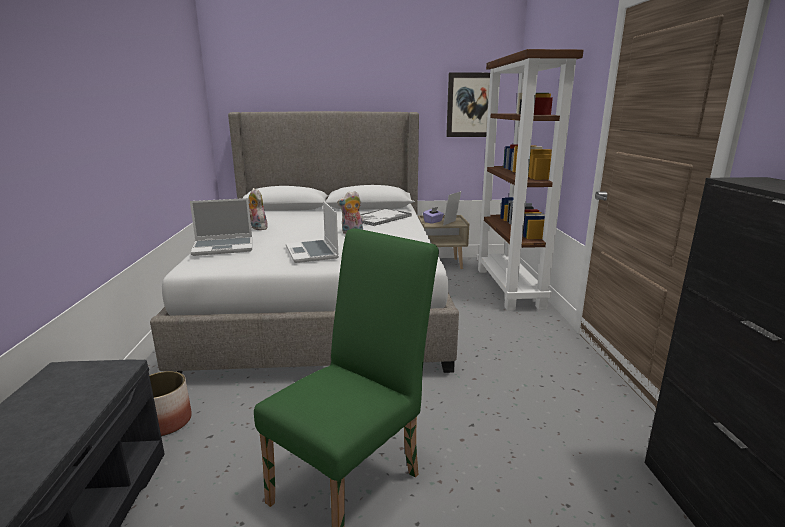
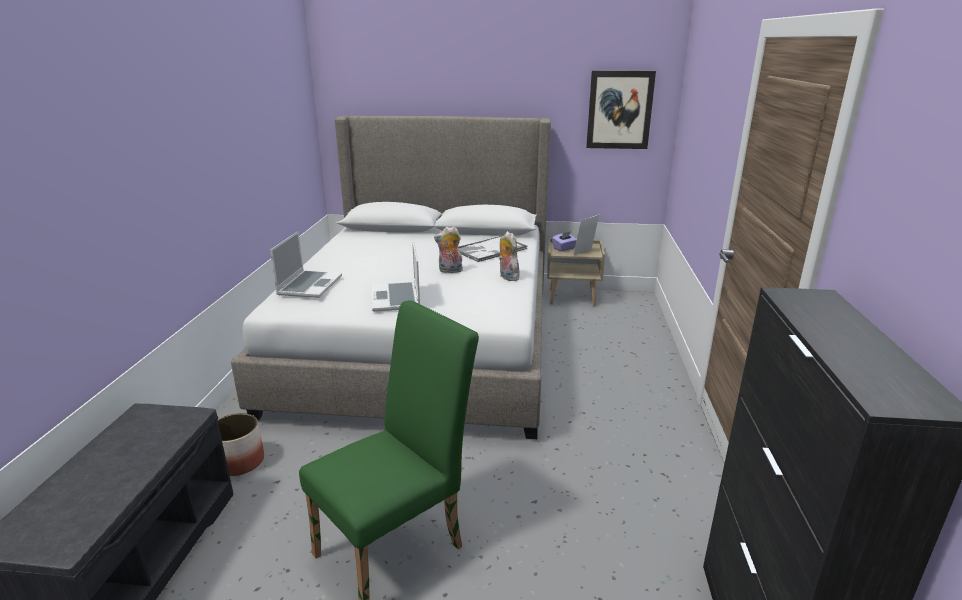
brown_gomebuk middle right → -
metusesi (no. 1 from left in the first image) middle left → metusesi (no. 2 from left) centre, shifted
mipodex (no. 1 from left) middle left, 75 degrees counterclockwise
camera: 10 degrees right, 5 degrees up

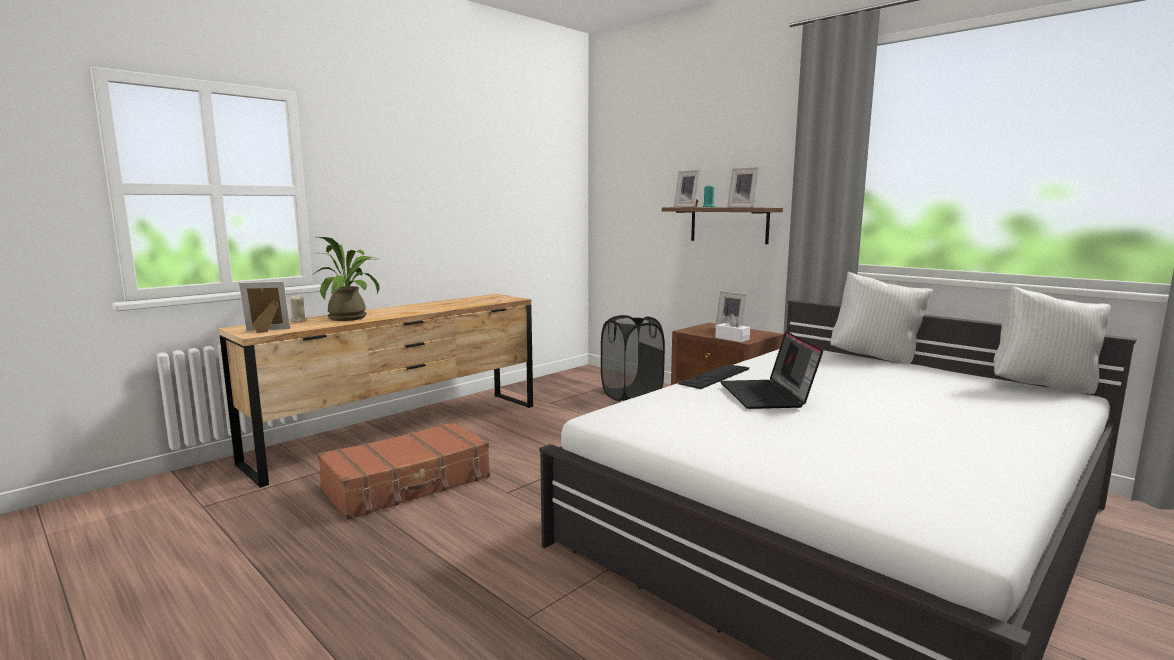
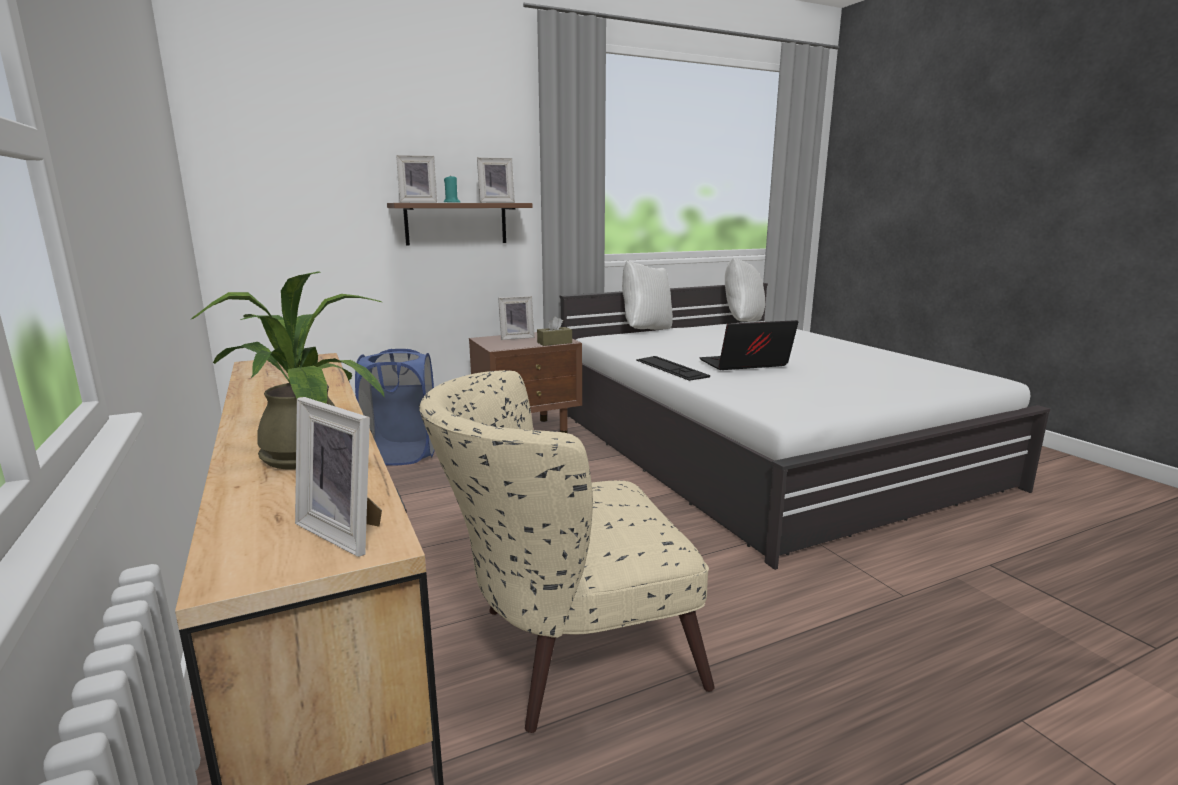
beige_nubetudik middle left → -
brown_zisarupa bottom centre → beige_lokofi bottom centre
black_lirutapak centre → blue_lirutapak centre
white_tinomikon centre → brown_tinomikon centre
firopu (no. 1 from left) middle left, 60 degrees counterclockwise
mipodex centre, 150 degrees clockwise
camera: 70 degrees left, 5 degrees up

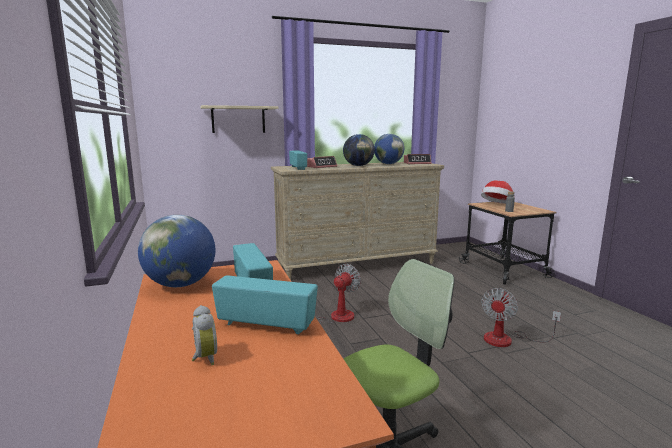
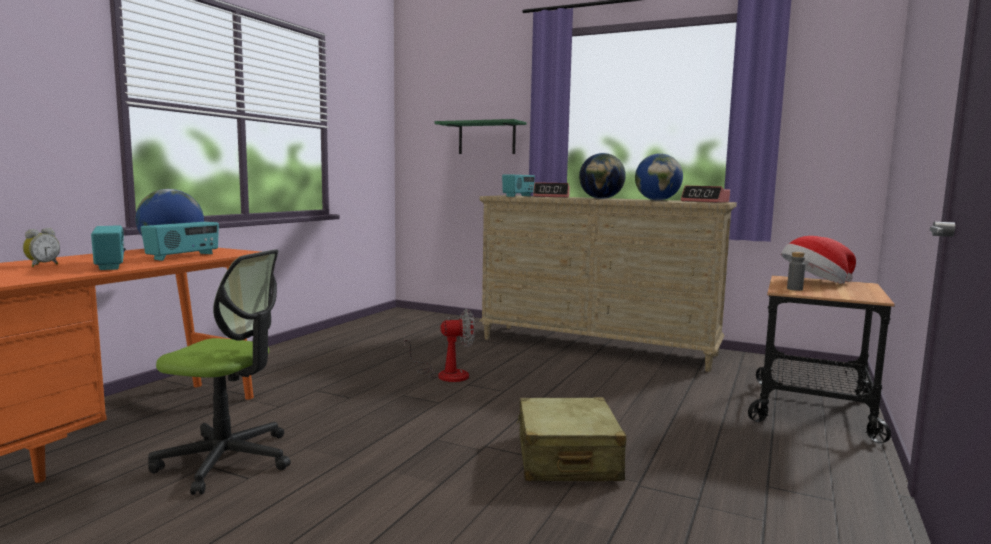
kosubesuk (no. 2 from left) bottom right → beige_zisarupa bottom centre
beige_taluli top centre → green_taluli top centre
camera: 45 degrees right, 5 degrees down

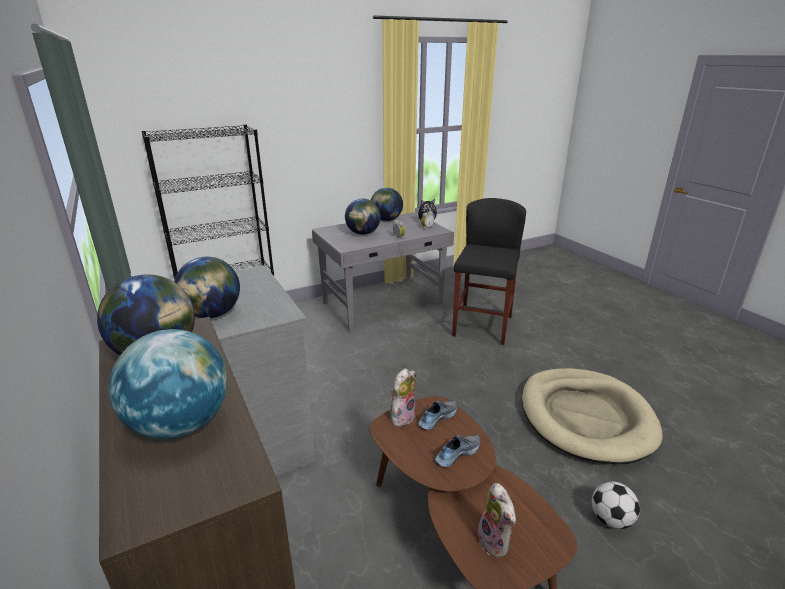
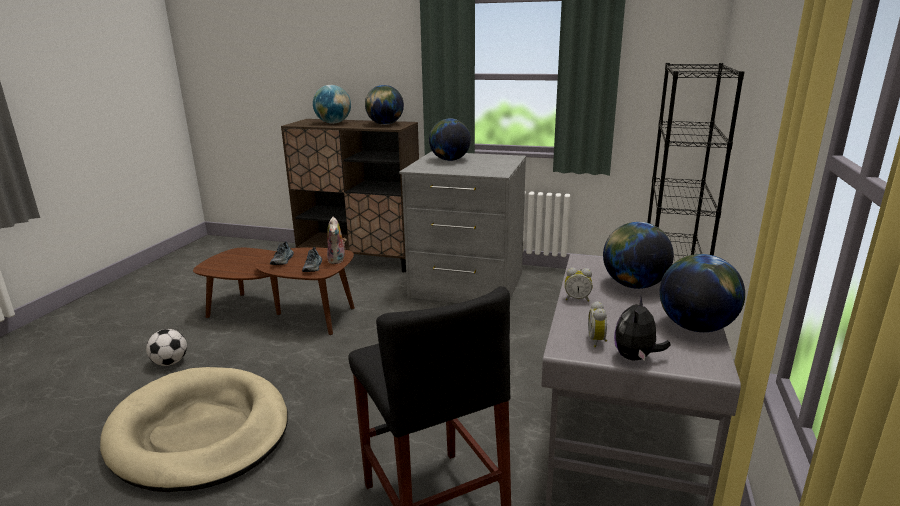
metusesi (no. 3 from left) bottom centre → -
camera: 135 degrees right, 5 degrees down

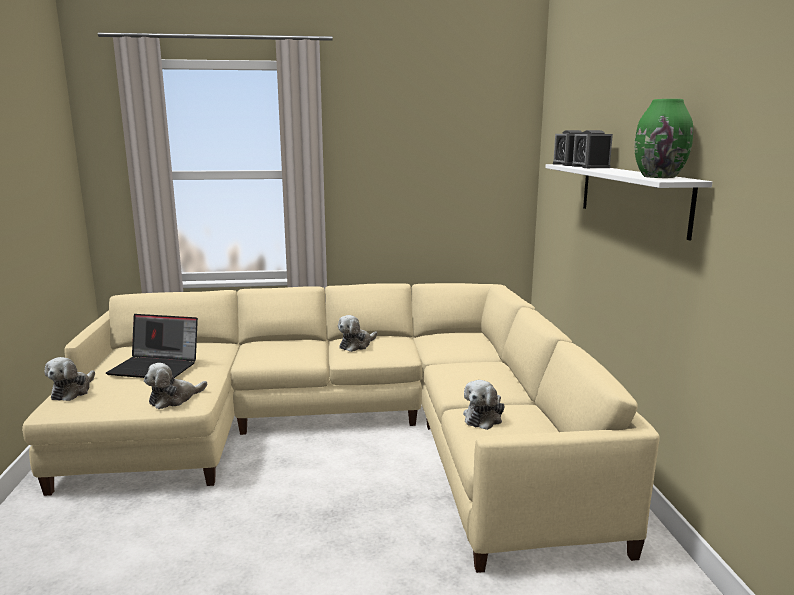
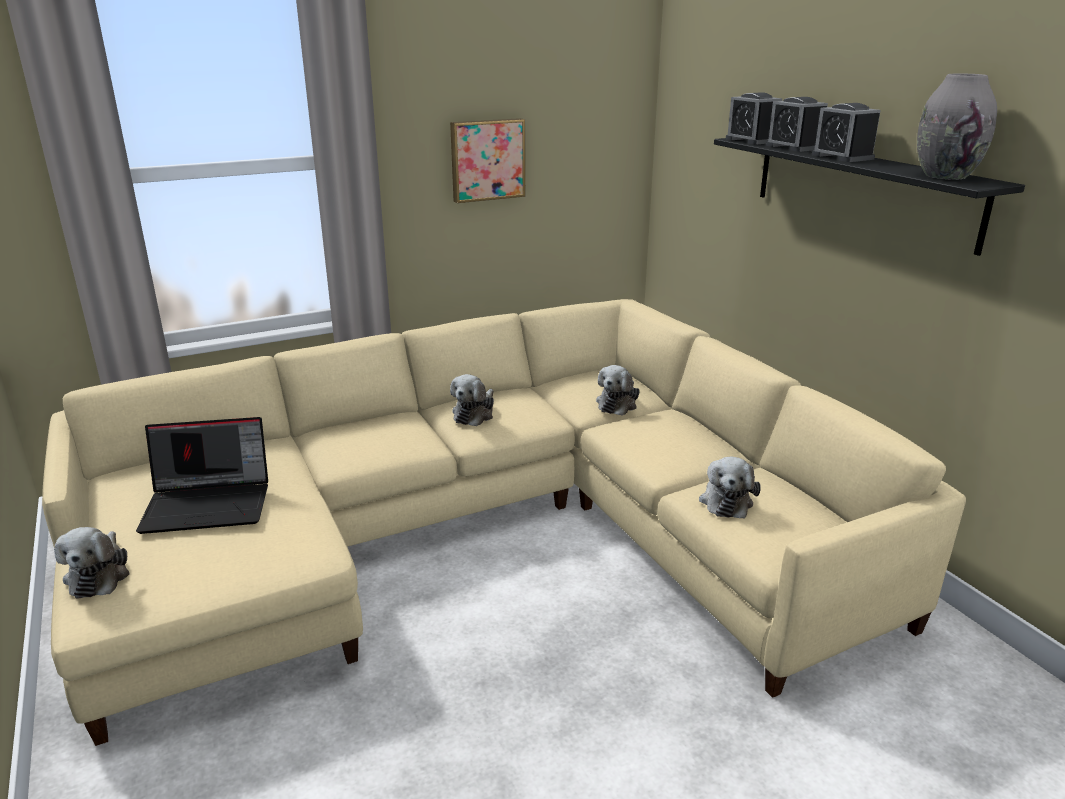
- → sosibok top centre
- → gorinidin (no. 3 from left) top right
metusesi (no. 2 from left in the first image) middle left → metusesi (no. 3 from left) centre, shifted
white_taluli middle right → black_taluli top right
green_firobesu top right → grey_firobesu top right
camera: 20 degrees left, 10 degrees up

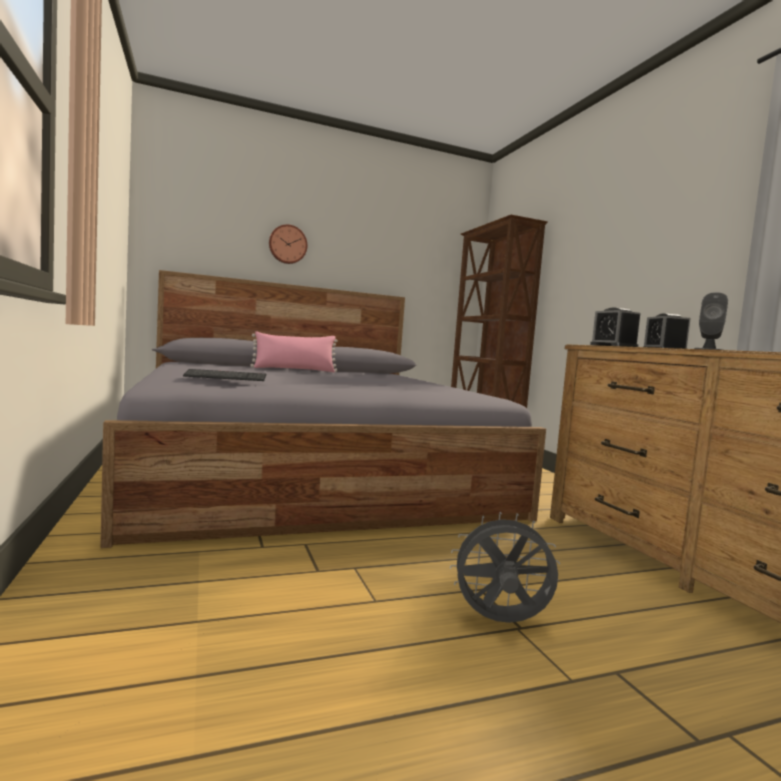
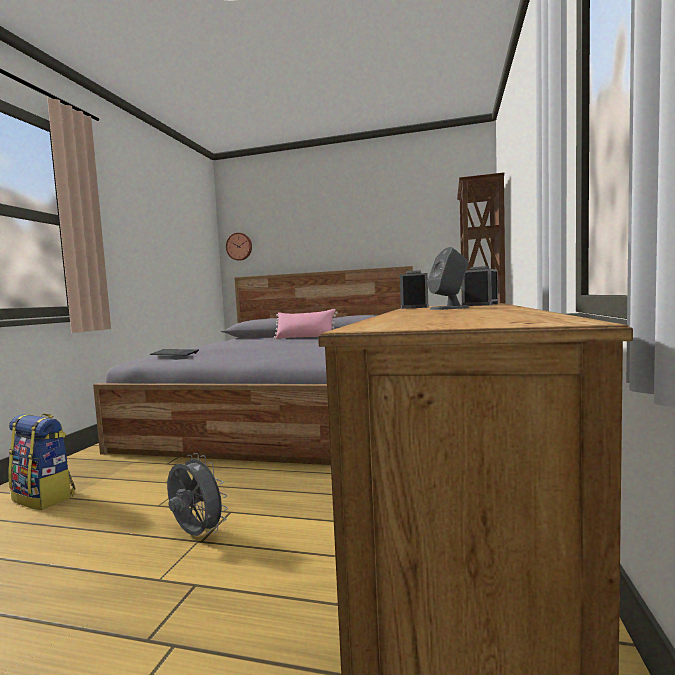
- → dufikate bottom left
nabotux top centre → nabotux centre, shifted
camera: 35 degrees right, 0 degrees up

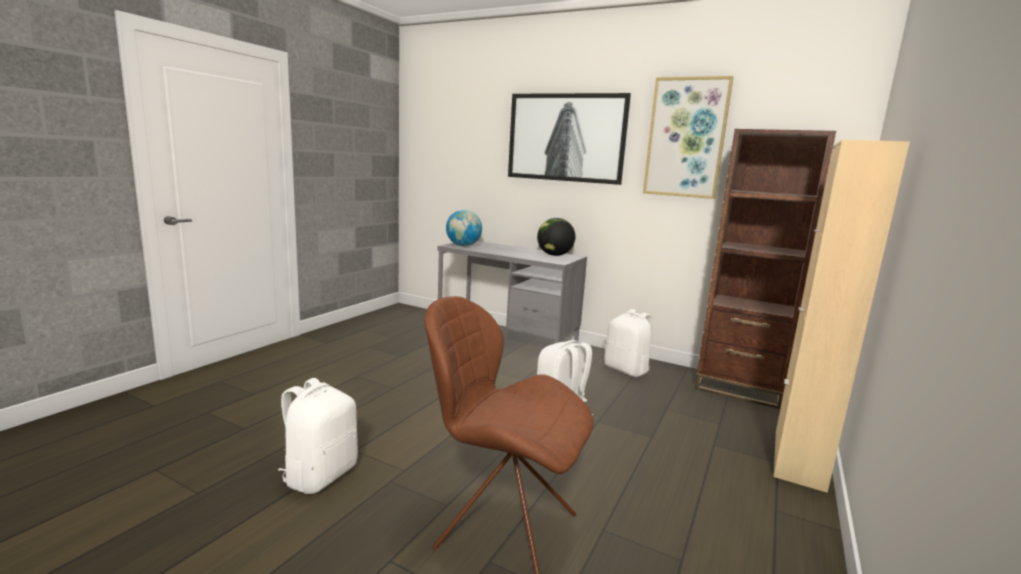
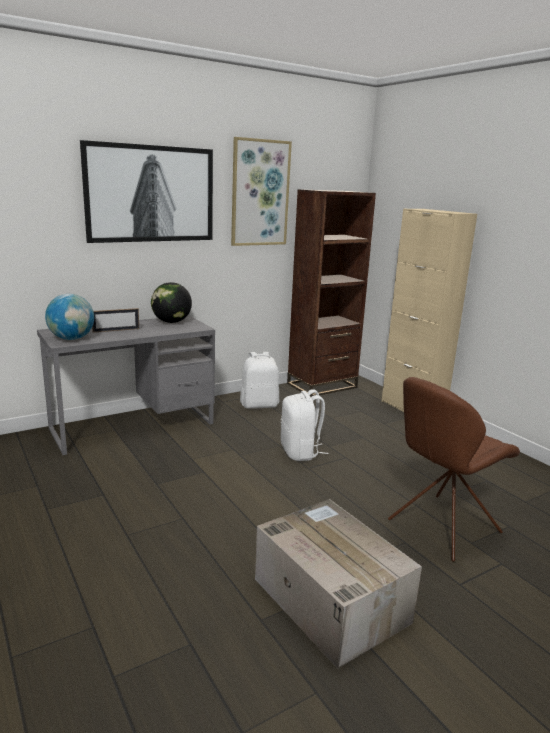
- → firopu middle left
white_dufikate (no. 1 from left) bottom left → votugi bottom centre
camera: 60 degrees left, 5 degrees up

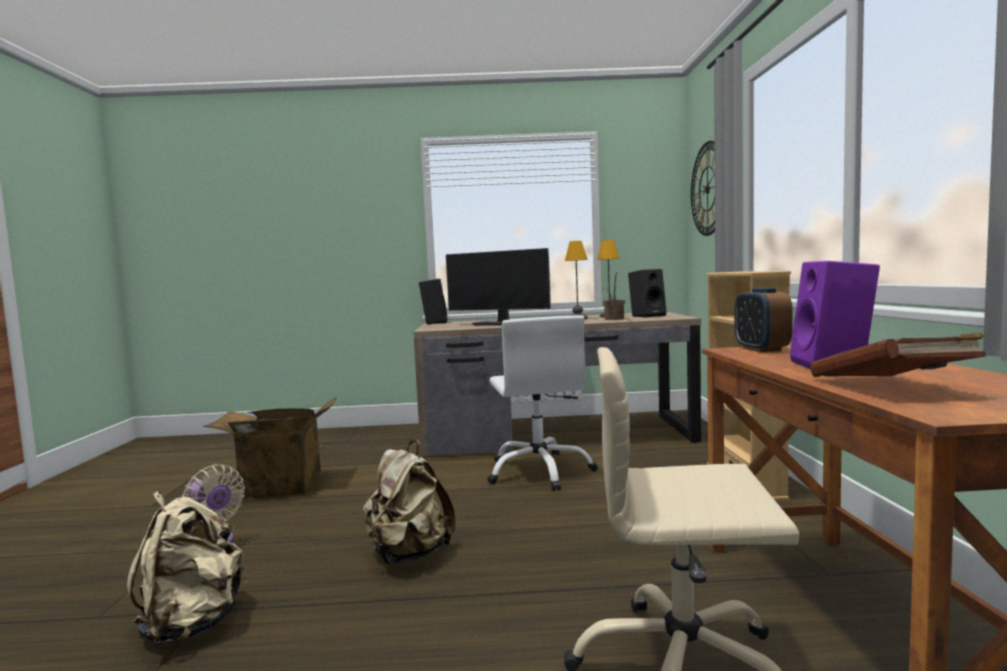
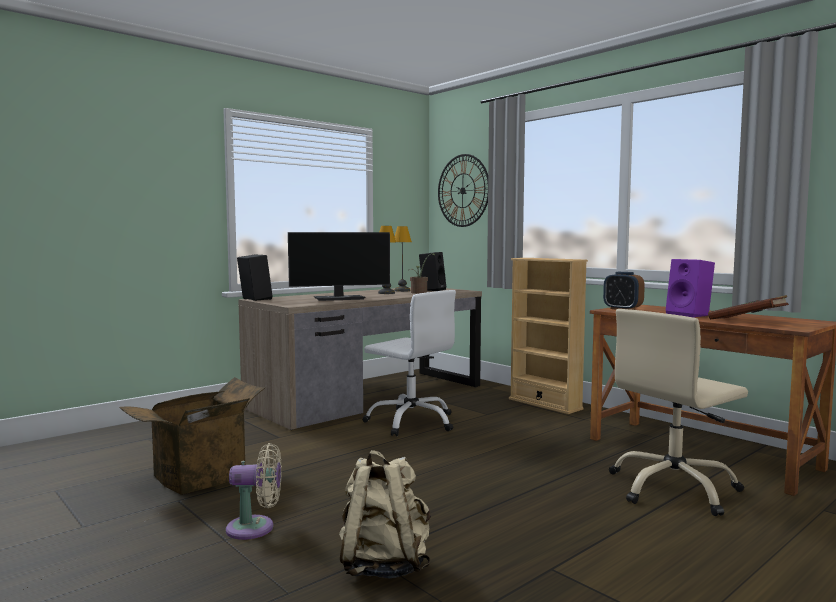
beige_dufikate (no. 2 from left) bottom centre → -
camera: 40 degrees left, 0 degrees up

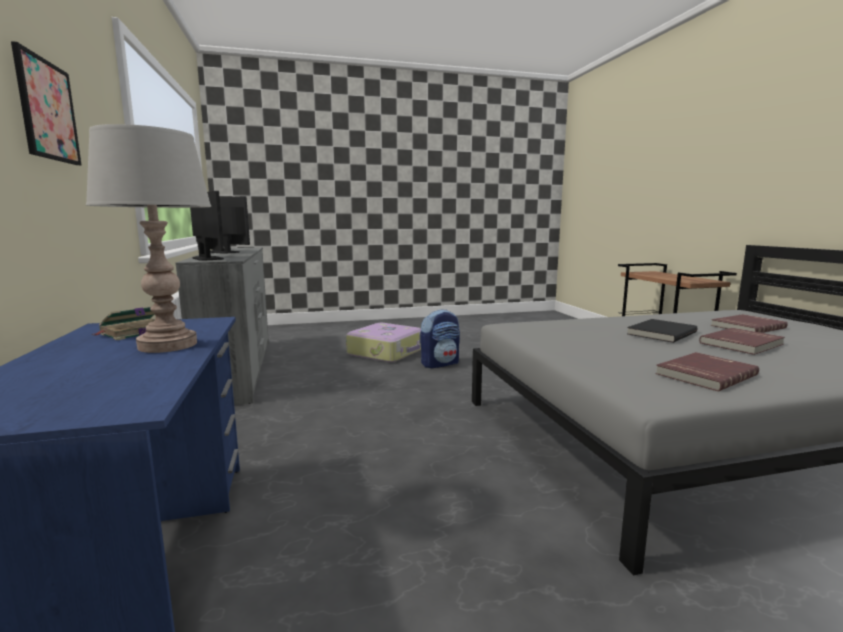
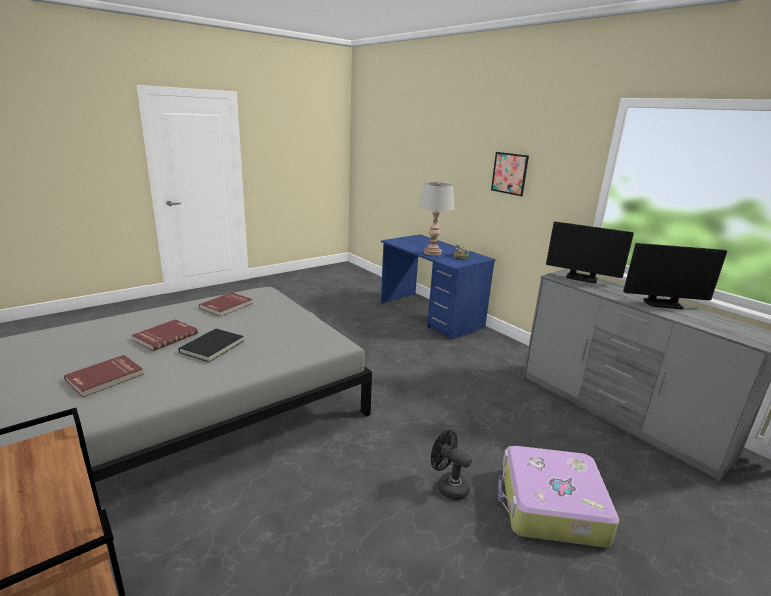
dufikate centre → black_kosubesuk bottom centre
camera: 155 degrees right, 10 degrees up

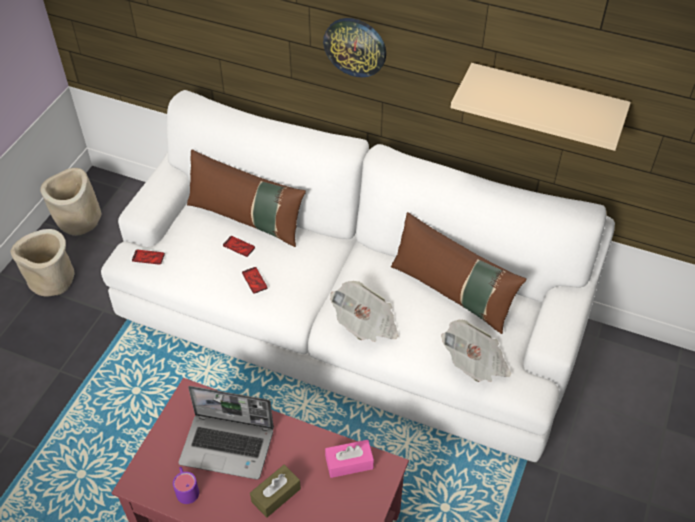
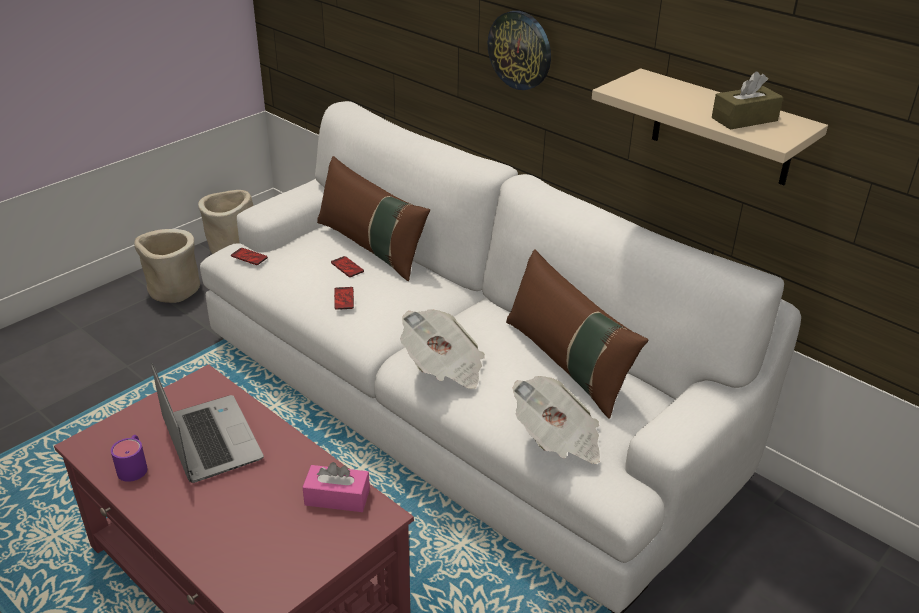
brown_tinomikon bottom centre → brown_tinomikon top right, shifted
mipodex bottom left, 150 degrees counterclockwise
camera: 20 degrees right, 15 degrees down

